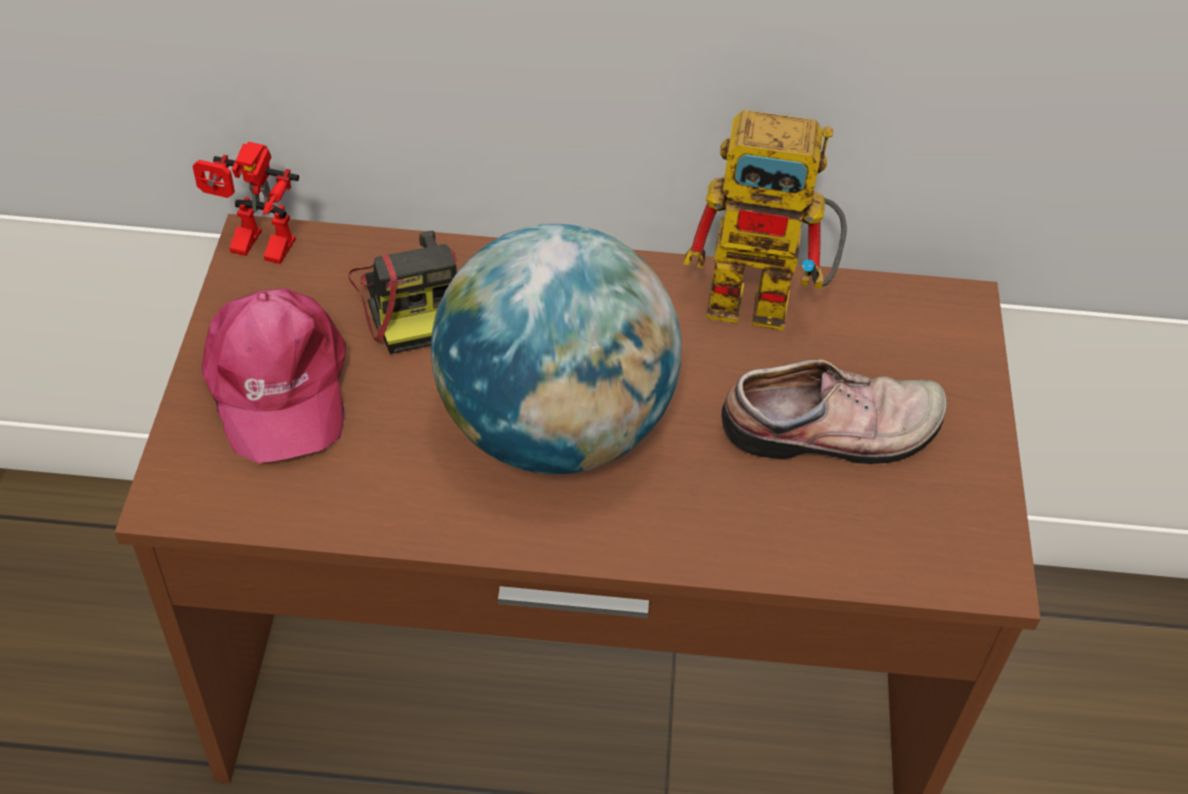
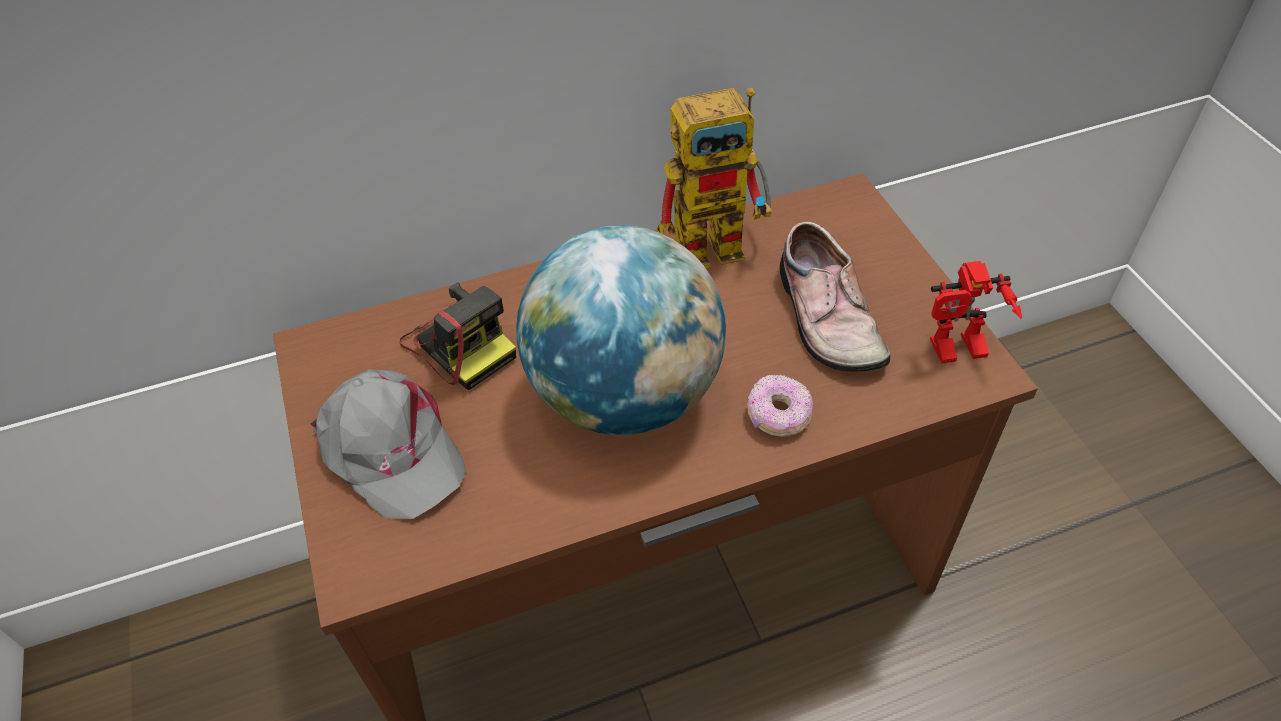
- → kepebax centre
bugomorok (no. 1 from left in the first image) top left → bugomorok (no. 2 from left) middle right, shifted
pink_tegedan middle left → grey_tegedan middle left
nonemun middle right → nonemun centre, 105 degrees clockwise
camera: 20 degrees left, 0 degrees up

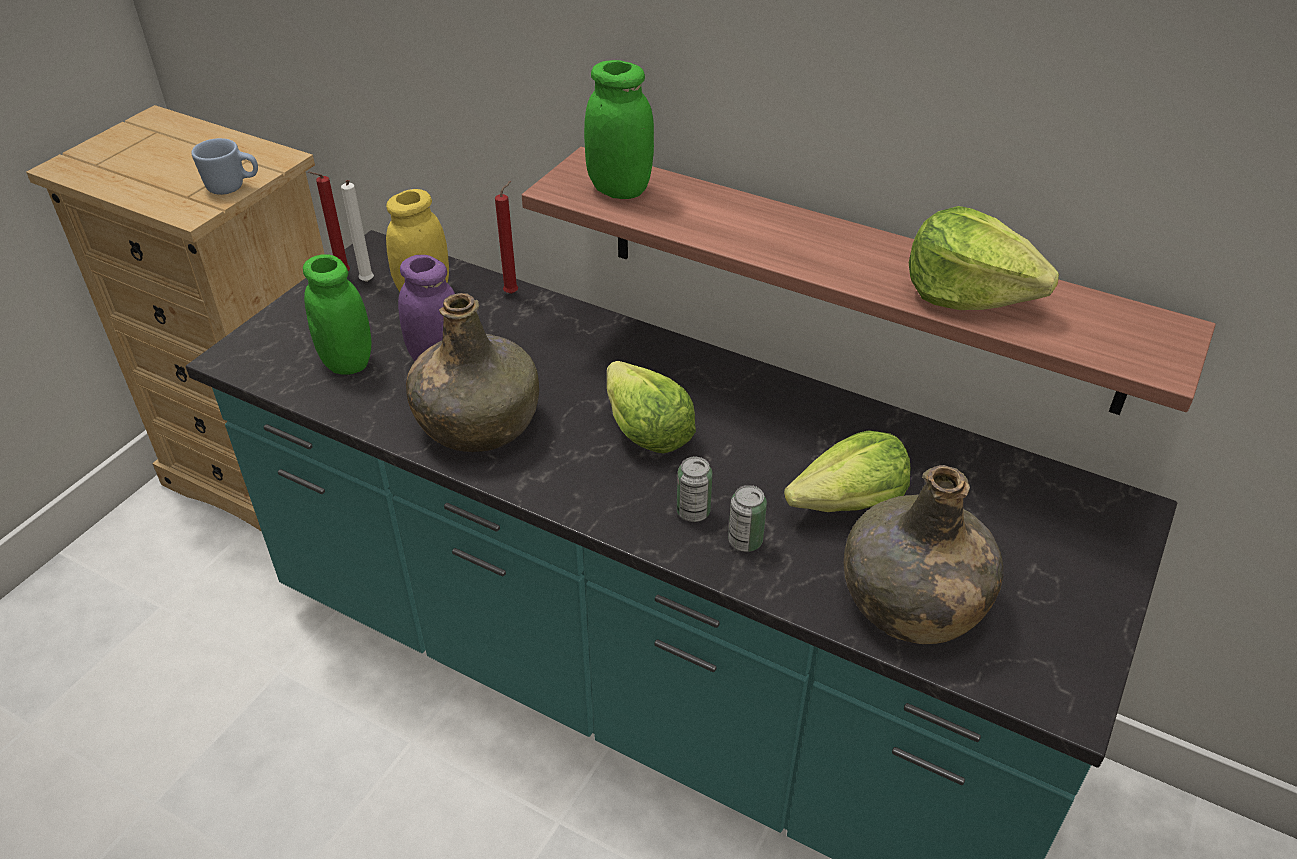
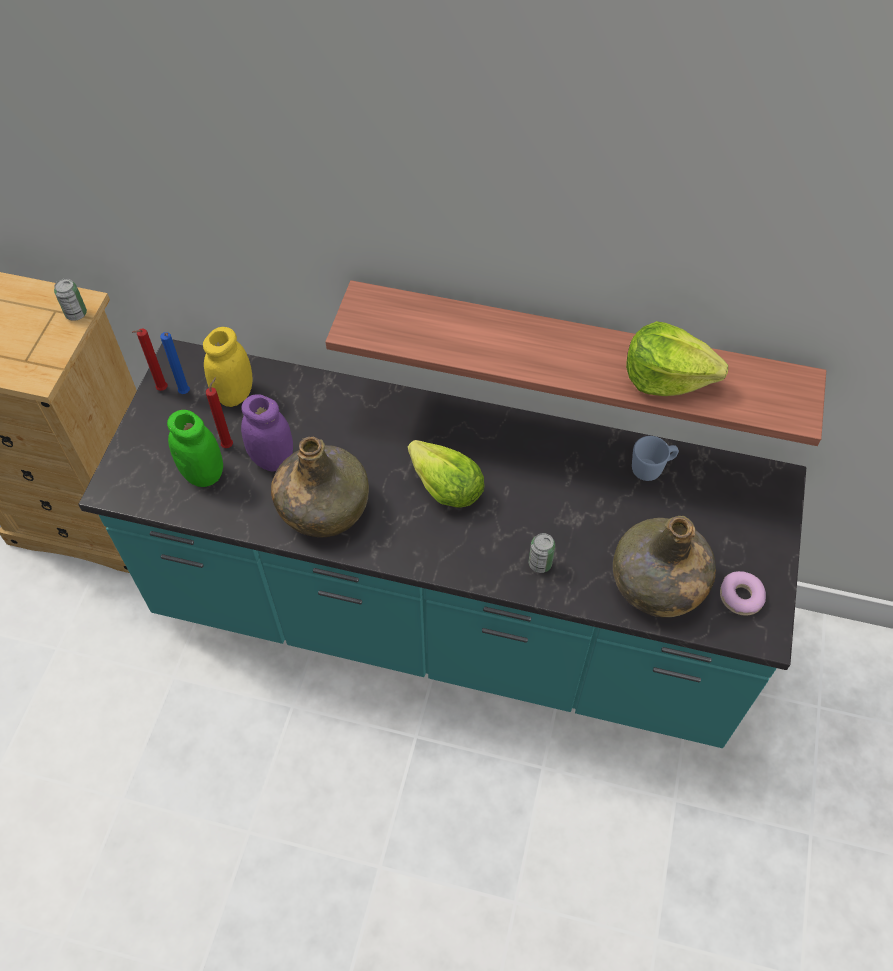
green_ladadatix (no. 2 from left) top centre → -
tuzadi (no. 2 from left) centre → -
- → kepebax middle right
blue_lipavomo top left → blue_lipavomo middle right, shifted
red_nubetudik (no. 2 from left) top centre → red_nubetudik (no. 2 from left) middle left, shifted
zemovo (no. 1 from left) centre → zemovo (no. 1 from left) top left, shifted
white_nubetudik top left → blue_nubetudik middle left
camera: 15 degrees left, 15 degrees up

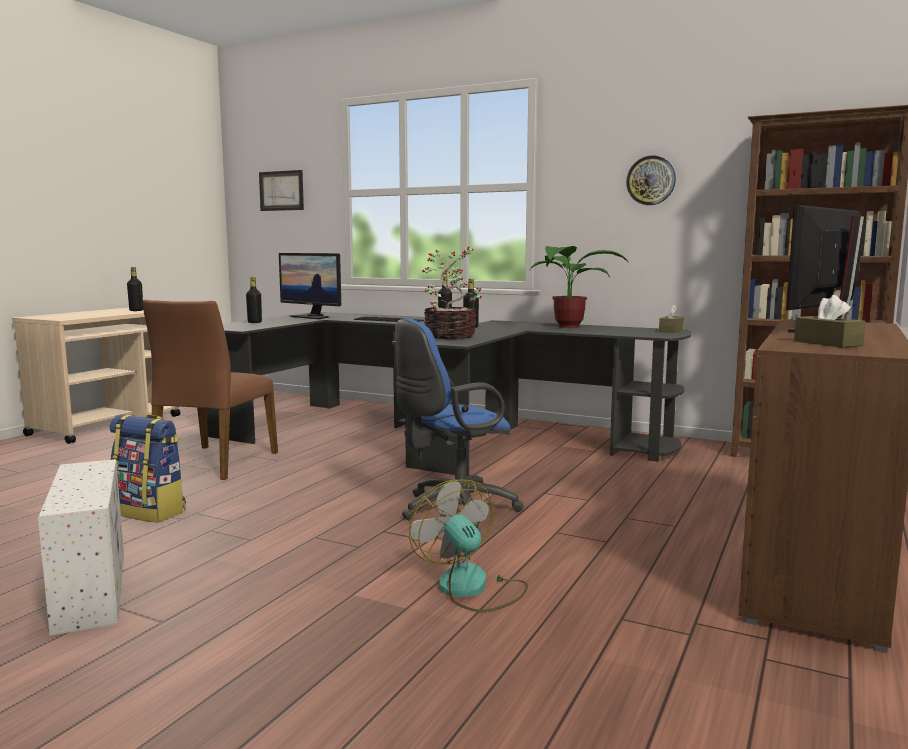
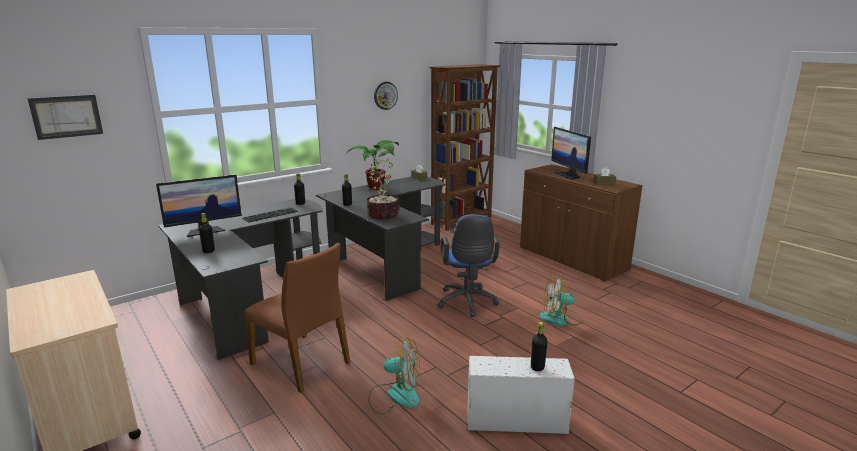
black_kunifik (no. 1 from left in the first image) middle left → black_kunifik (no. 4 from left) bottom centre, shifted
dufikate middle left → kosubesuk (no. 1 from left) bottom centre
camera: 65 degrees left, 10 degrees up

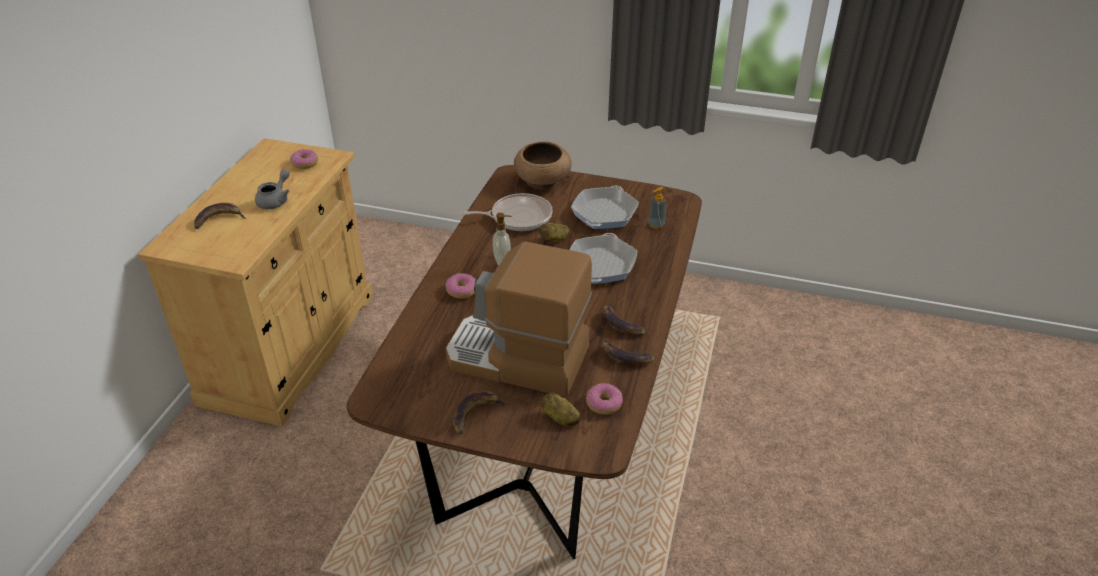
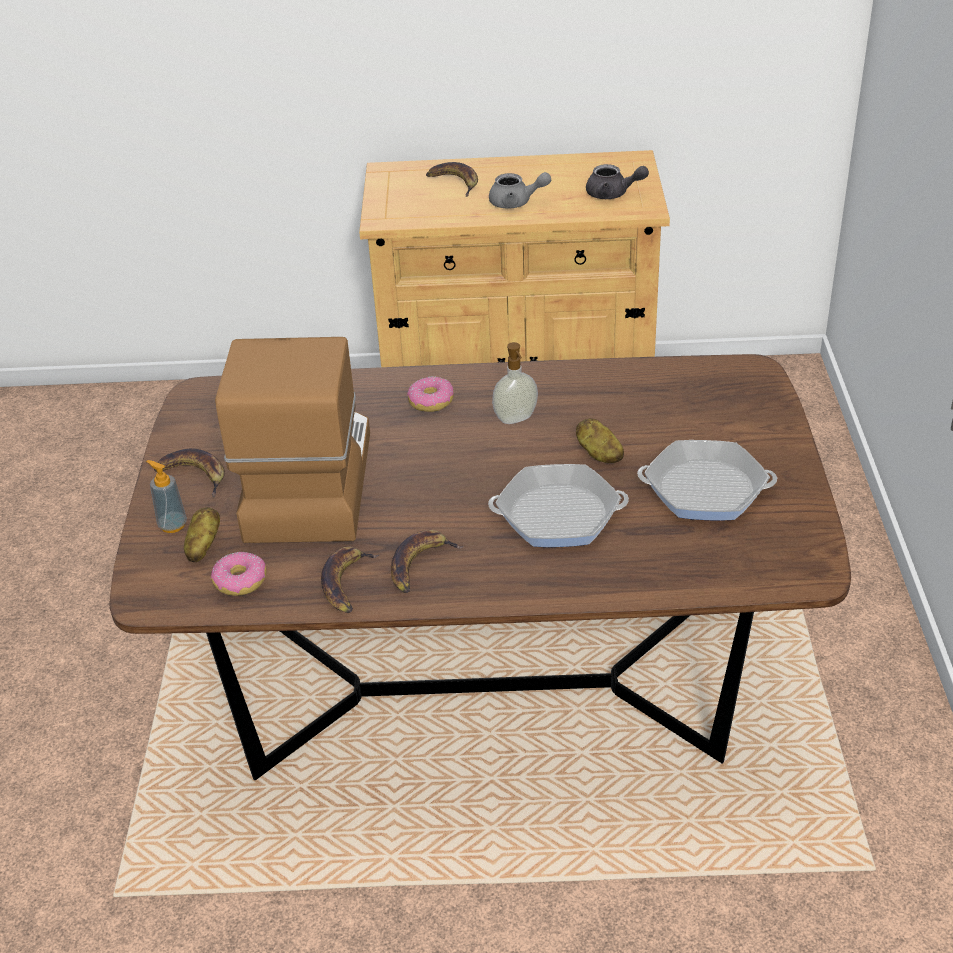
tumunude (no. 1 from left) centre → -
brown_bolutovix top centre → -
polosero (no. 2 from left in the first image) centre → polosero (no. 1 from left) middle left, shifted
kepebax (no. 1 from left) top left → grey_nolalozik (no. 2 from left) top centre
camera: 75 degrees right, 0 degrees up

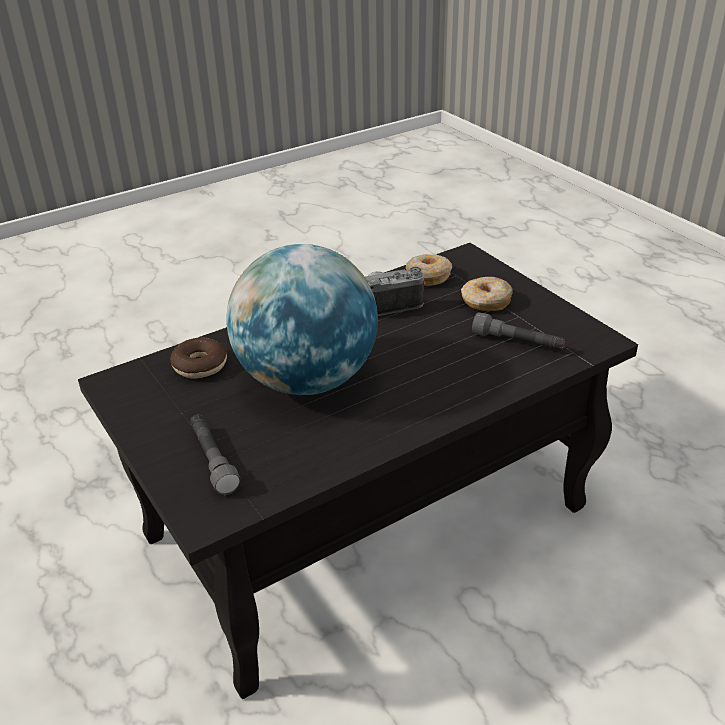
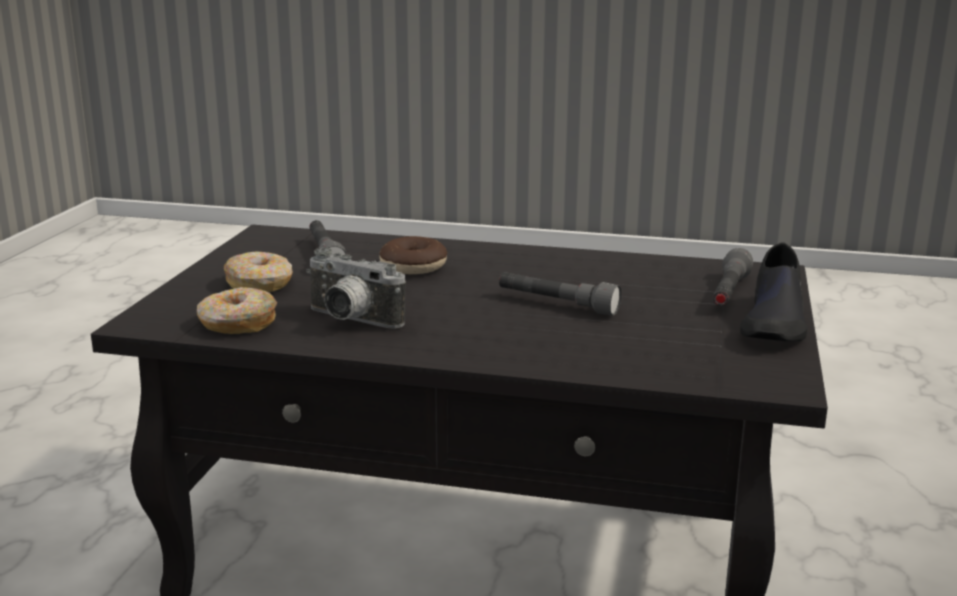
- → black_nonemun middle right
kepebax (no. 1 from left in the first image) middle left → kepebax (no. 3 from left) centre, shifted
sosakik centre → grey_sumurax (no. 2 from left) centre
camera: 135 degrees left, 15 degrees down

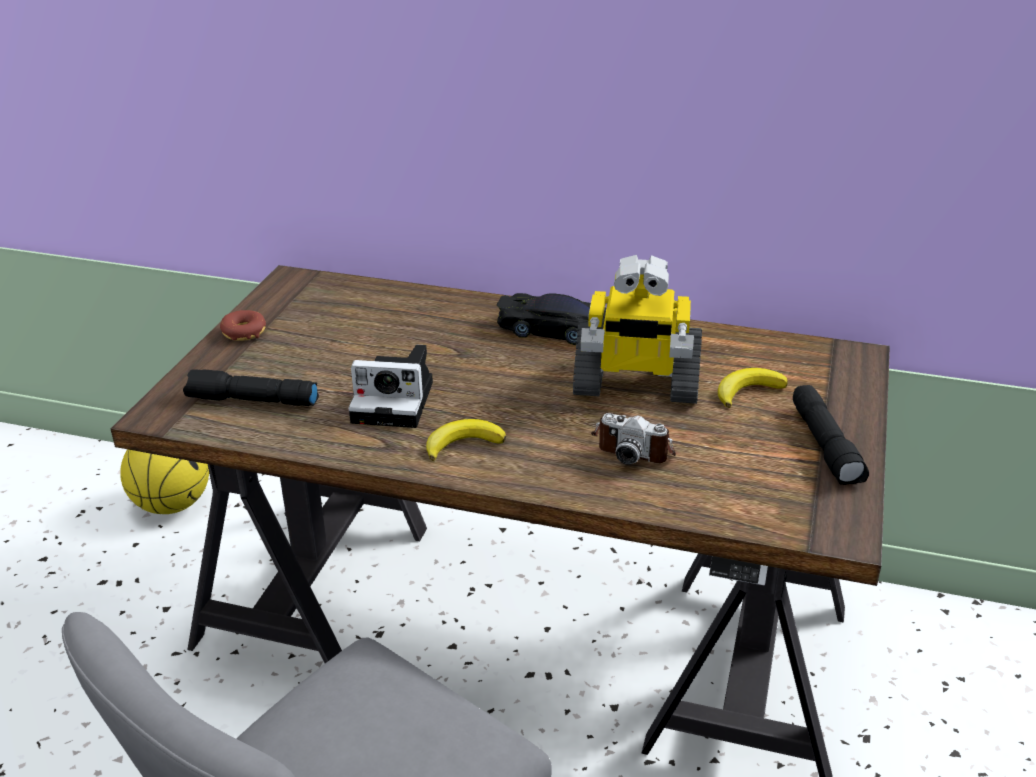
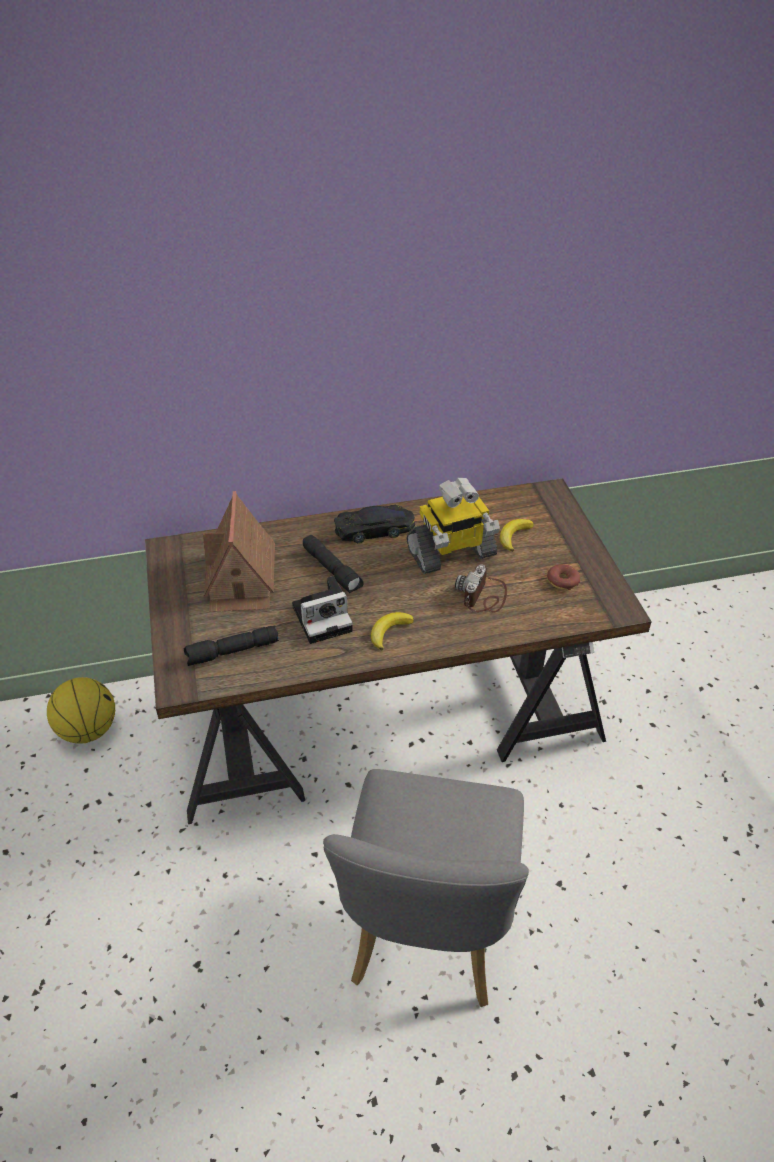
- → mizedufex middle left
kepebax middle left → kepebax middle right, shifted
black_sumurax (no. 2 from left) middle right → black_sumurax (no. 2 from left) centre, shifted
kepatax (no. 2 from left) centre, 120 degrees clockwise
camera: 30 degrees left, 10 degrees up

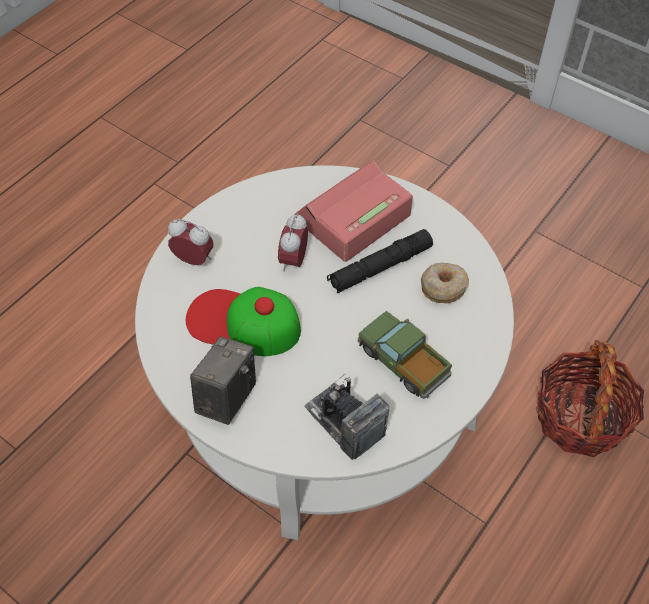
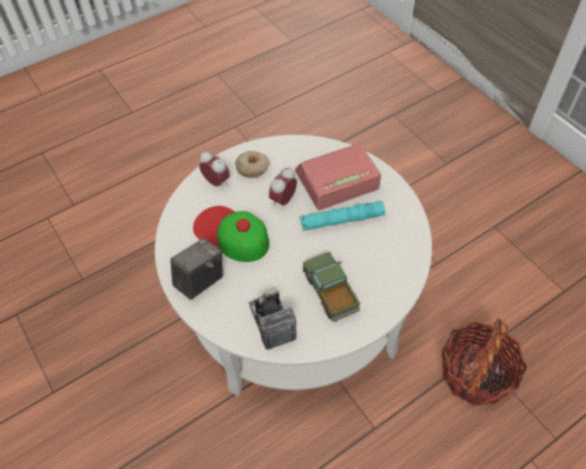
kepebax middle right → kepebax centre, shifted
black_sumurax centre → turquoise_sumurax centre
camera: 20 degrees right, 0 degrees up

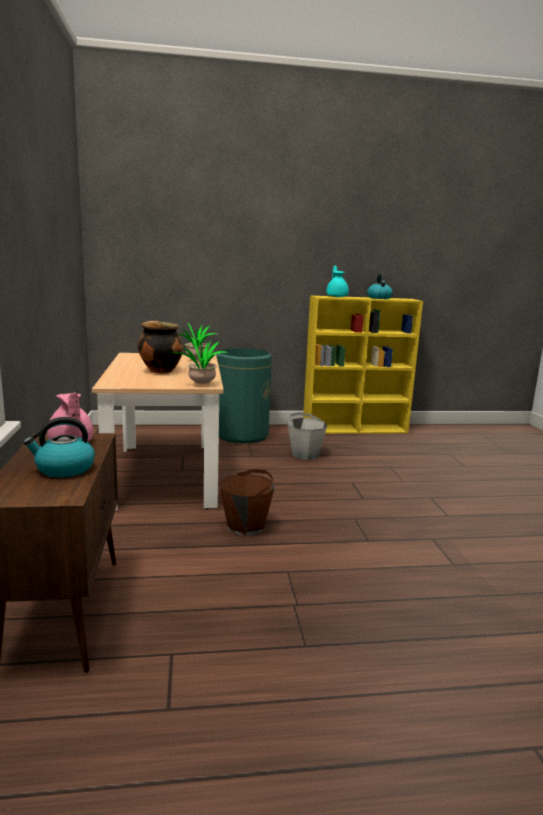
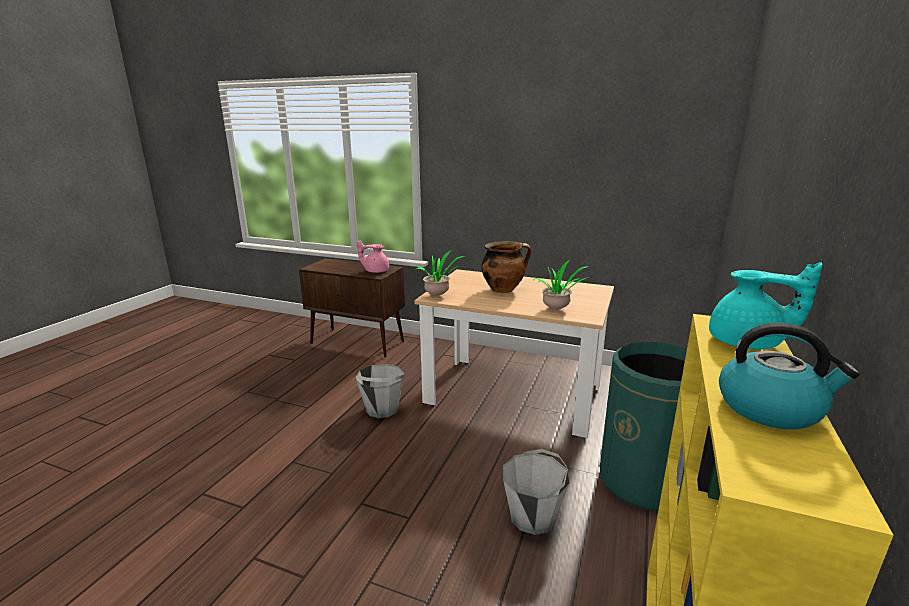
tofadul (no. 1 from left) middle left → -
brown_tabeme centre → grey_tabeme (no. 1 from left) centre
camera: 120 degrees right, 5 degrees up

